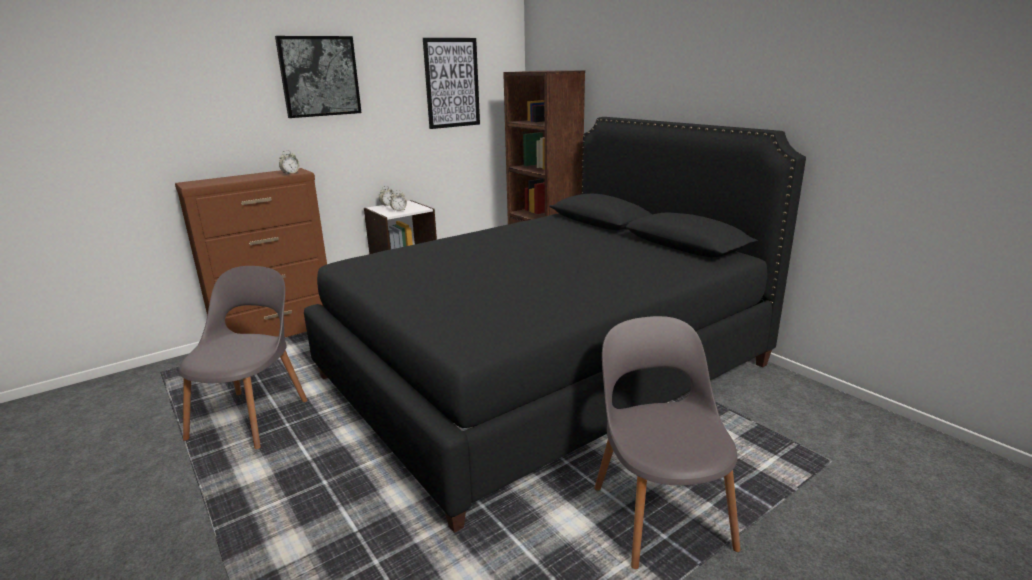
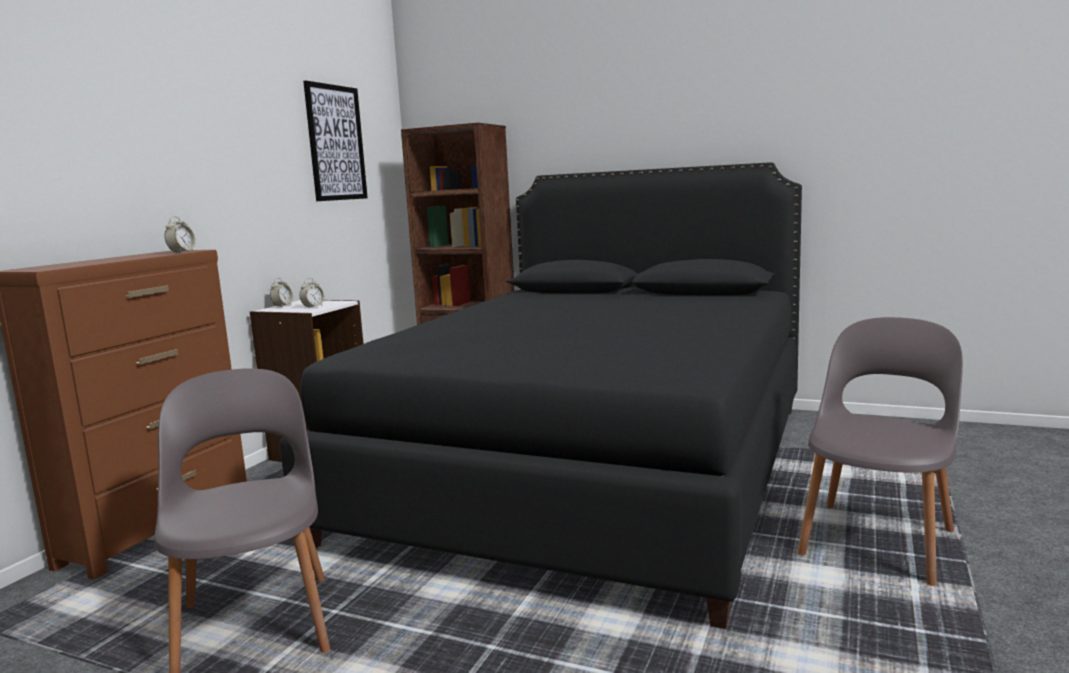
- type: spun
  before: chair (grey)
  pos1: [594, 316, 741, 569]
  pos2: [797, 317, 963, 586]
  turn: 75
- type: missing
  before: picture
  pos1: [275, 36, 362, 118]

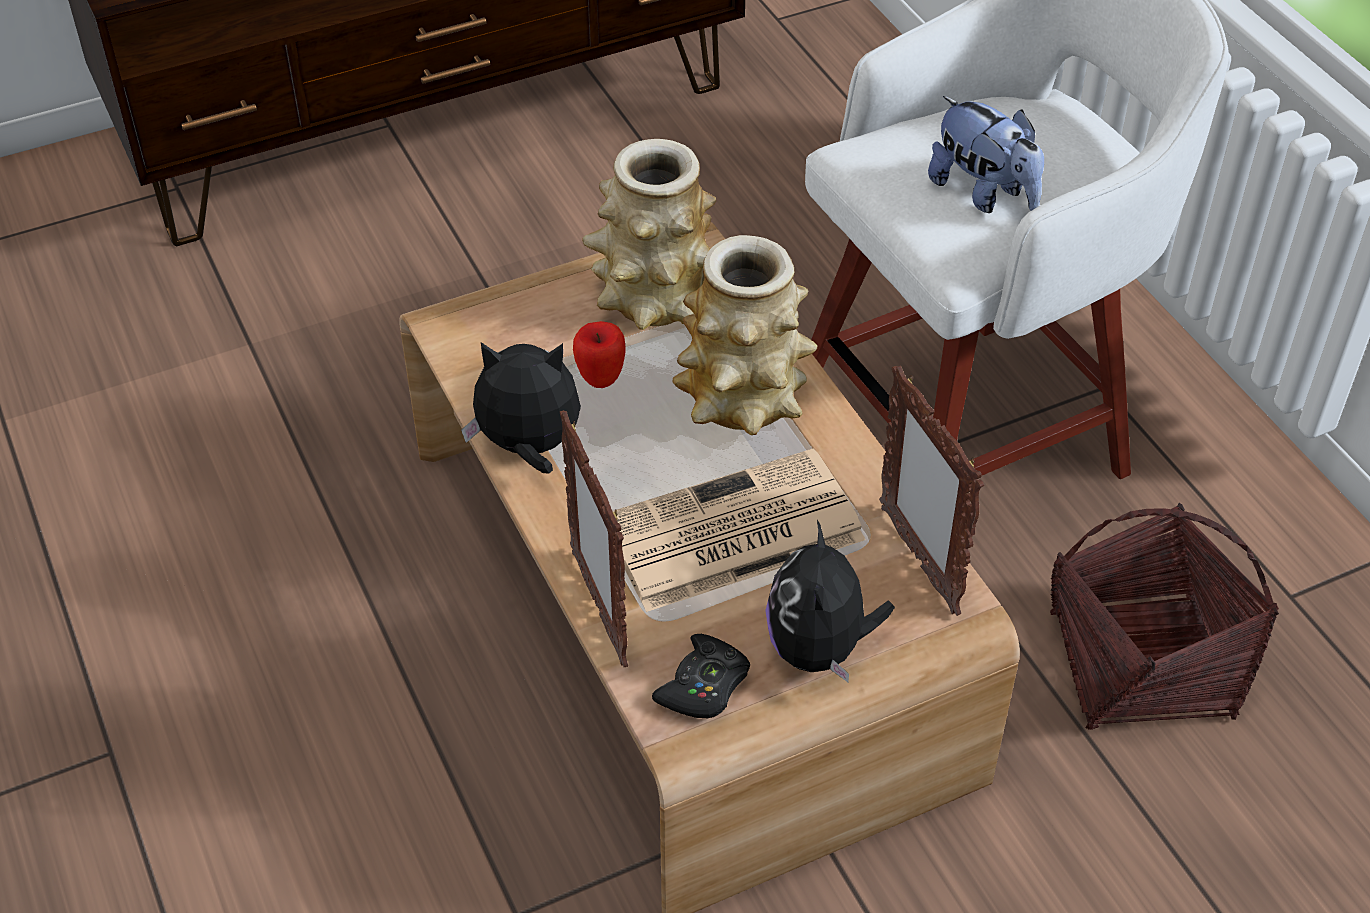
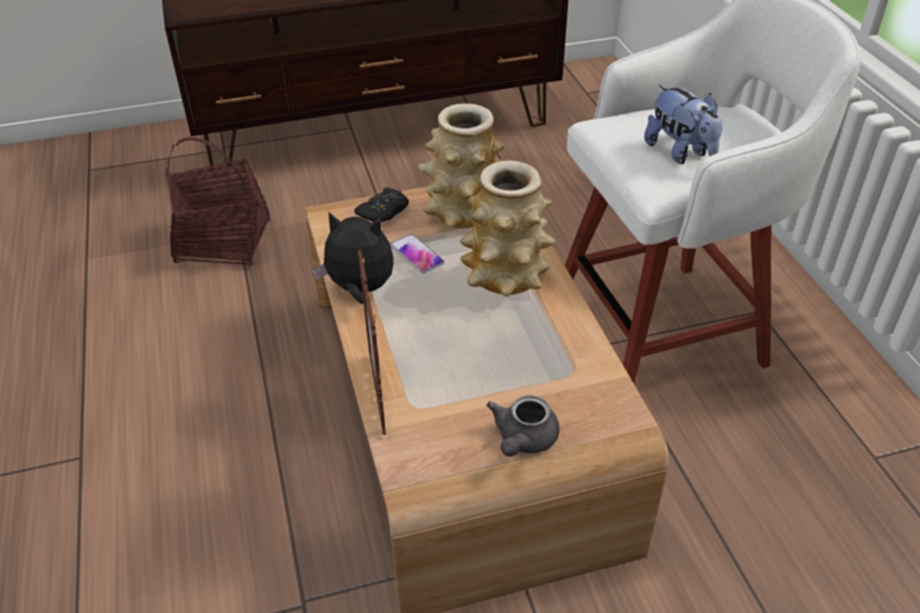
- type: relocated
  before: basket
  pos1: [1050, 503, 1279, 730]
  pos2: [165, 137, 270, 267]
- type: relocated
  before: game controller (black)
  pos1: [652, 634, 750, 718]
  pos2: [354, 188, 409, 222]
- type: exchanged
  before: apple
  after: phone
  pos1: [573, 321, 626, 388]
  pos2: [391, 234, 444, 273]
- type: exchanged
  before: plush toy
  after: teapot (grey)
  pos1: [765, 520, 895, 682]
  pos2: [487, 395, 560, 457]
- type: missing
  before: newspaper
  pos1: [613, 448, 865, 612]
- type: missing
  before: picture frame
  pos1: [879, 366, 984, 616]

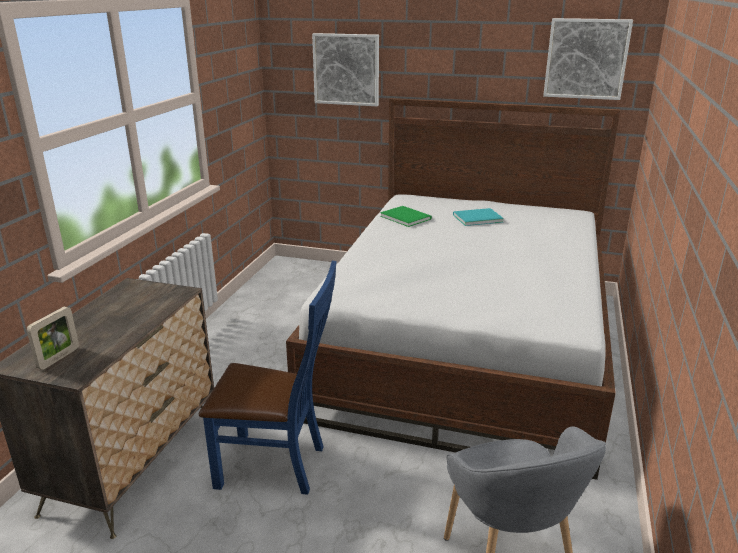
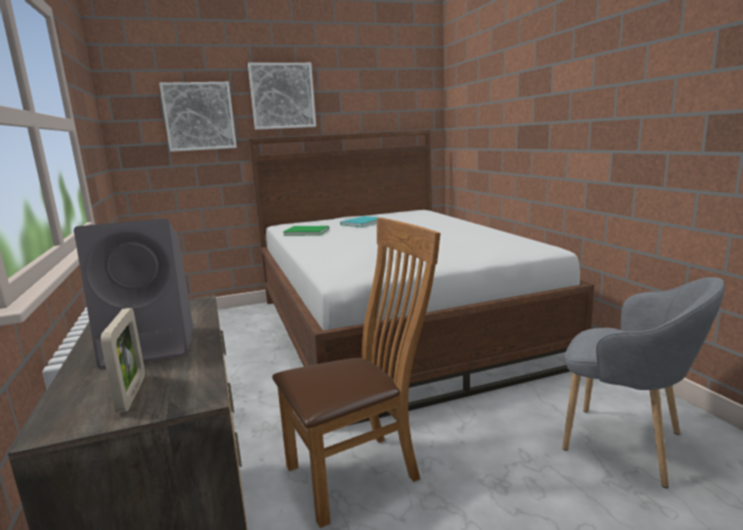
- type: appeared
  after: speaker (grey)
  pos2: [74, 219, 193, 369]
- type: relocated
  before: picture
  pos1: [543, 18, 633, 100]
  pos2: [248, 63, 316, 130]
- type: colour
  before: chair (blue)
  after: chair (brown)
  pos1: [199, 261, 337, 495]
  pos2: [272, 218, 441, 528]

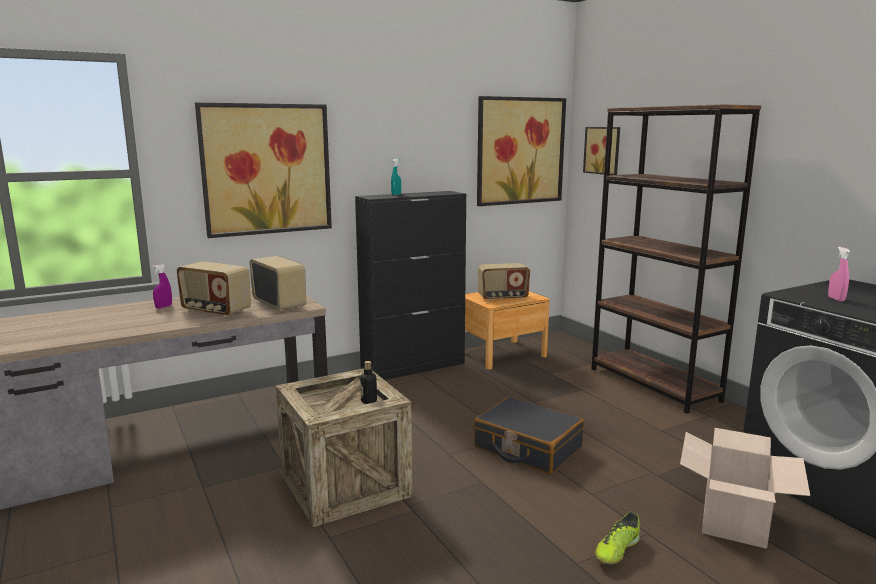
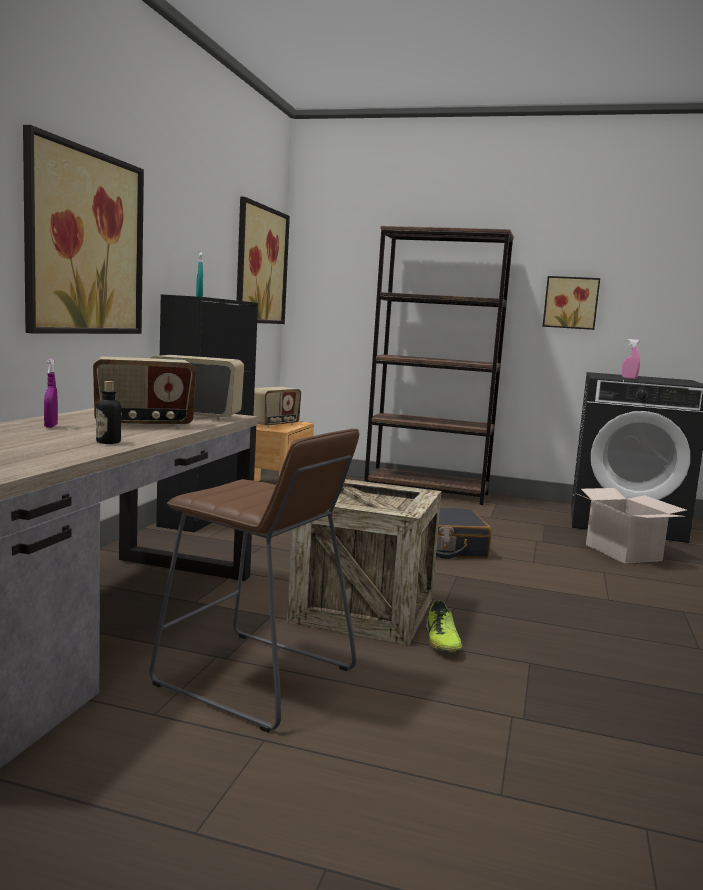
- type: relocated
  before: bottle
  pos1: [360, 361, 377, 404]
  pos2: [96, 381, 121, 444]
- type: appeared
  after: stool (brown)
  pos2: [149, 428, 359, 732]
- type: relocated
  before: shoe
  pos1: [595, 512, 640, 565]
  pos2: [426, 600, 462, 652]
- type: relocated
  before: picture
  pos1: [583, 127, 620, 175]
  pos2: [542, 276, 600, 330]

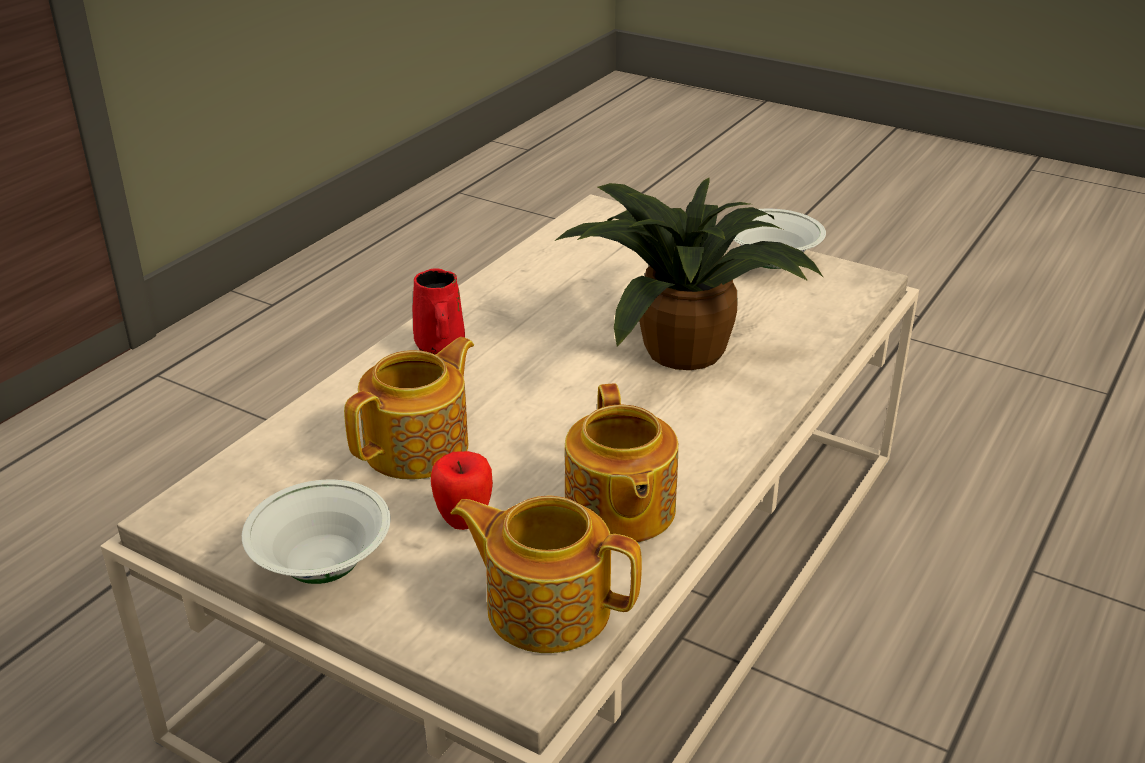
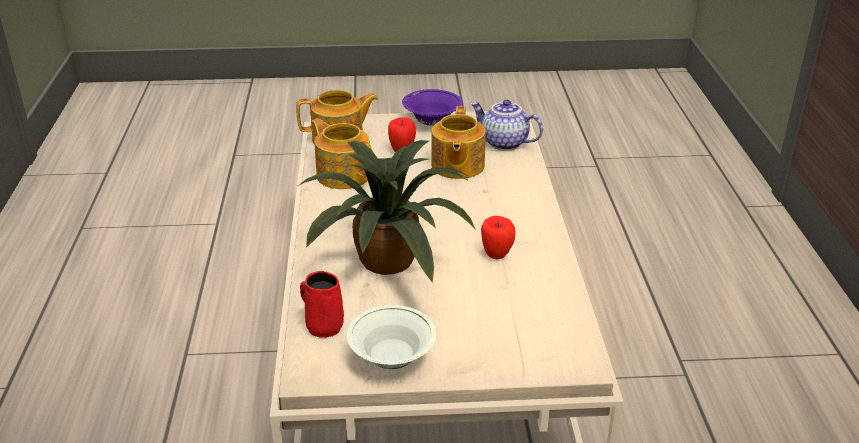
- type: relocated
  before: mug (red)
  pos1: [412, 268, 465, 355]
  pos2: [300, 271, 344, 338]
- type: colour
  before: bowl (white)
  after: bowl (purple)
  pos1: [242, 480, 391, 584]
  pos2: [402, 89, 463, 126]
- type: appeared
  after: teapot
  pos2: [470, 100, 543, 151]
- type: appeared
  after: apple
  pos2: [481, 216, 515, 259]

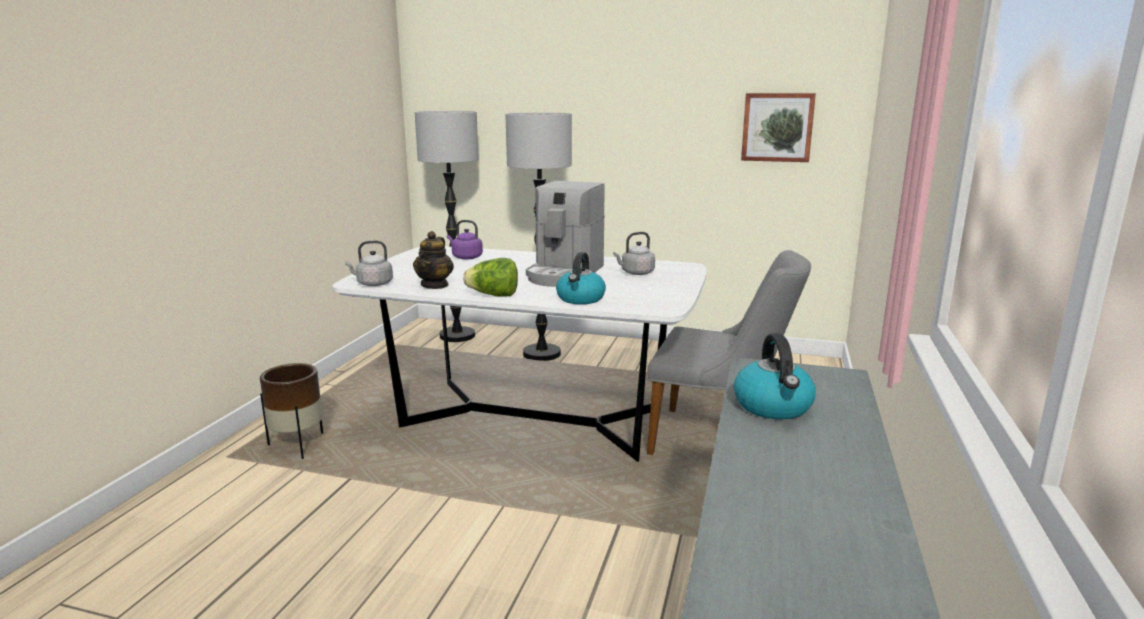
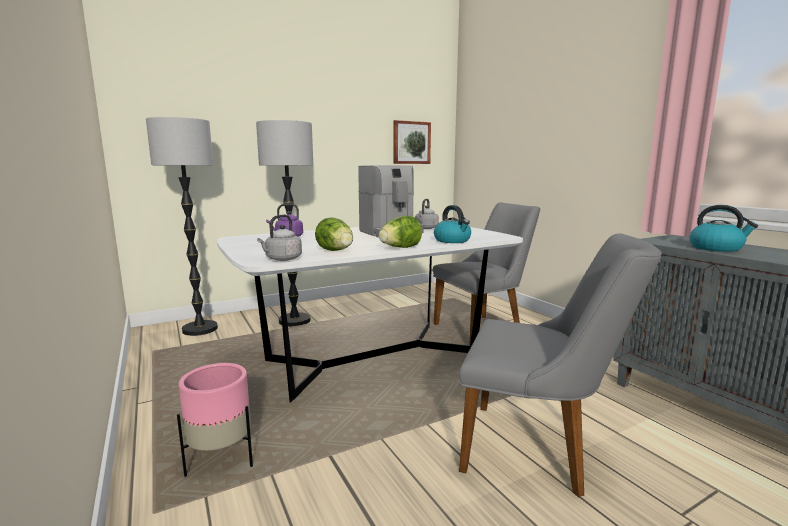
- type: colour
  before: planter (brown)
  after: planter (pink)
  pos1: [260, 363, 323, 459]
  pos2: [177, 363, 253, 477]
- type: exchanged
  before: teapot
  after: lettuce
  pos1: [413, 231, 454, 289]
  pos2: [315, 217, 353, 251]
- type: appeared
  after: chair (grey)
  pos2: [459, 233, 662, 497]

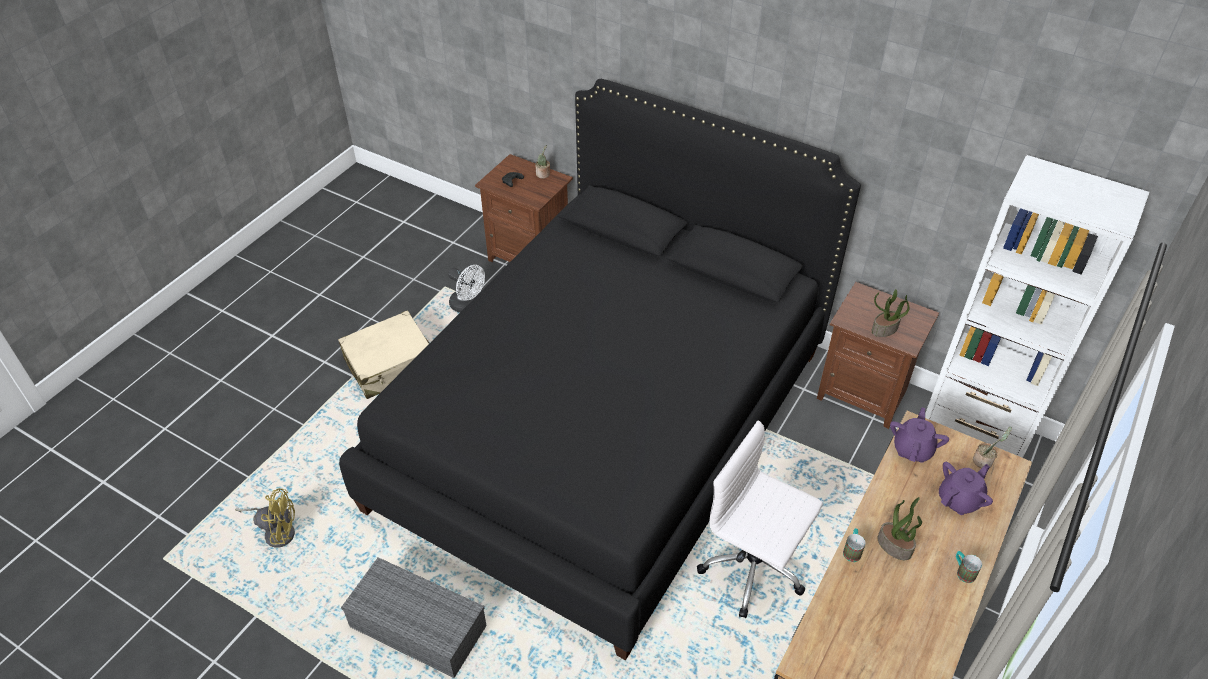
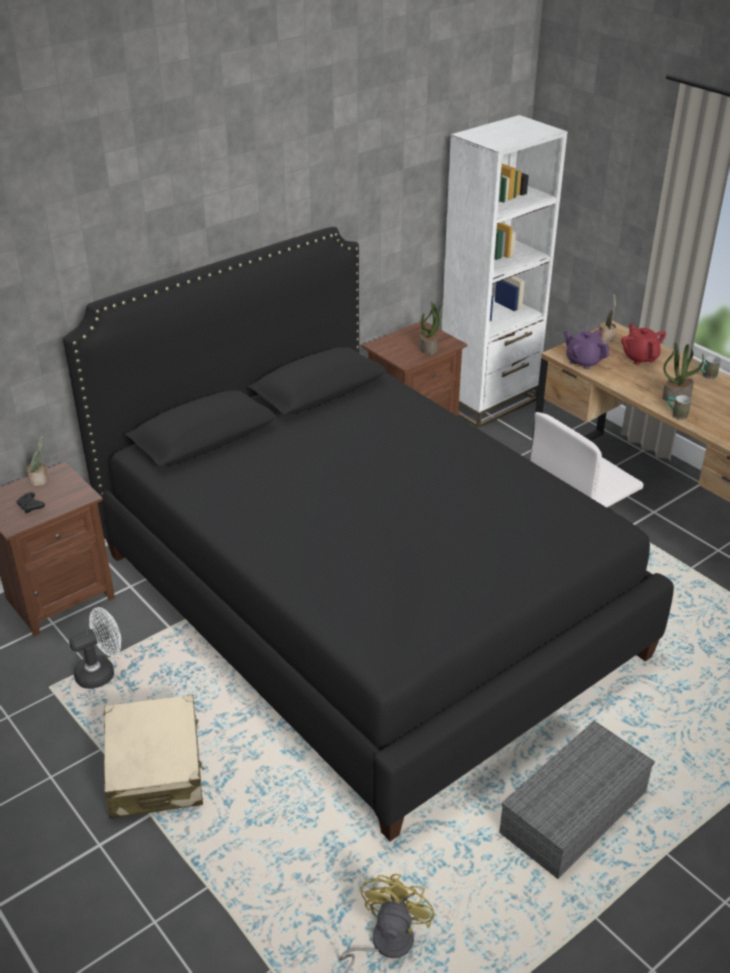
- type: colour
  before: teapot (purple)
  after: teapot (red)
  pos1: [939, 462, 993, 515]
  pos2: [621, 323, 666, 365]

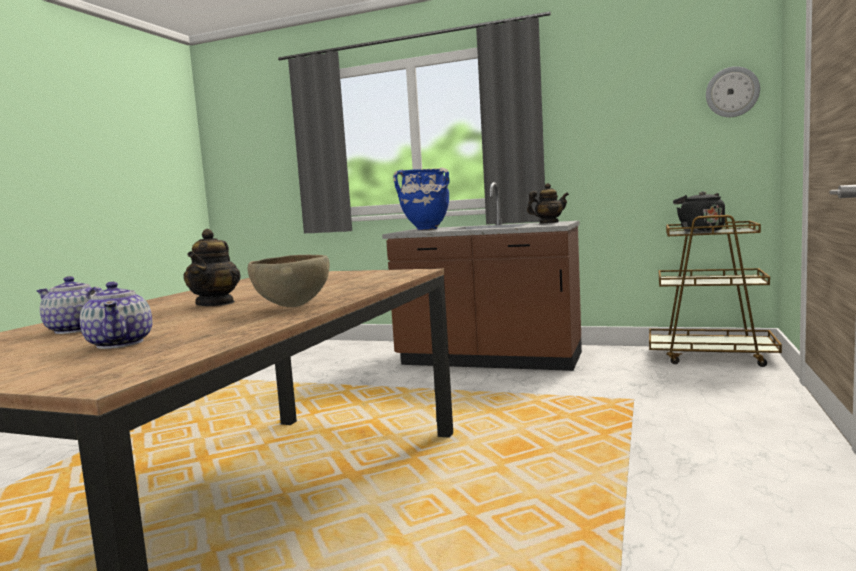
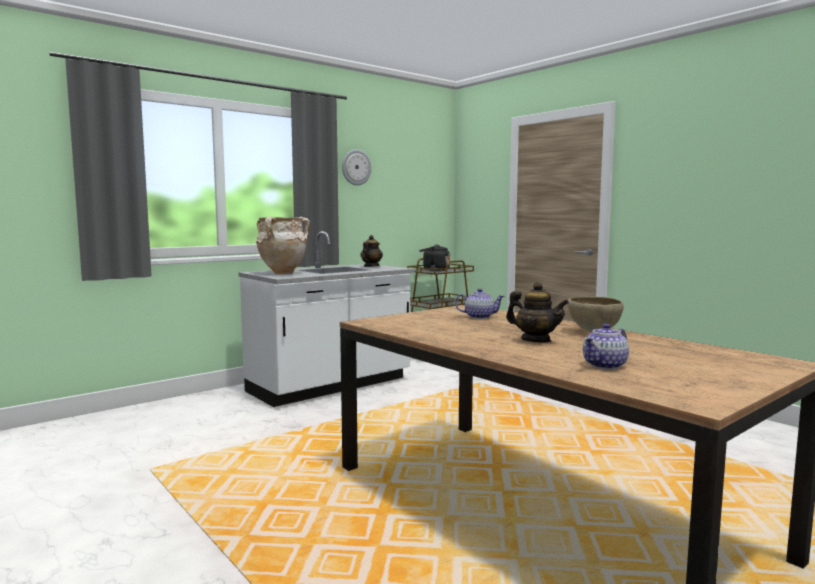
- type: colour
  before: counter (brown)
  after: counter (white)
  pos1: [382, 182, 582, 371]
  pos2: [238, 231, 415, 407]
- type: colour
  before: vase (blue)
  after: vase (beige)
  pos1: [393, 168, 449, 230]
  pos2: [256, 216, 310, 274]
- type: relocated
  before: wall clock
  pos1: [706, 66, 760, 117]
  pos2: [342, 149, 371, 186]
- type: relocated
  before: teapot
  pos1: [80, 282, 152, 349]
  pos2: [455, 288, 505, 319]

